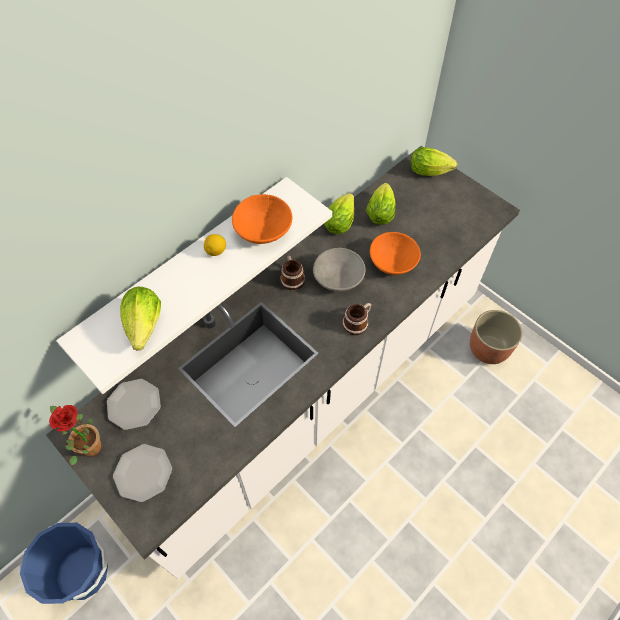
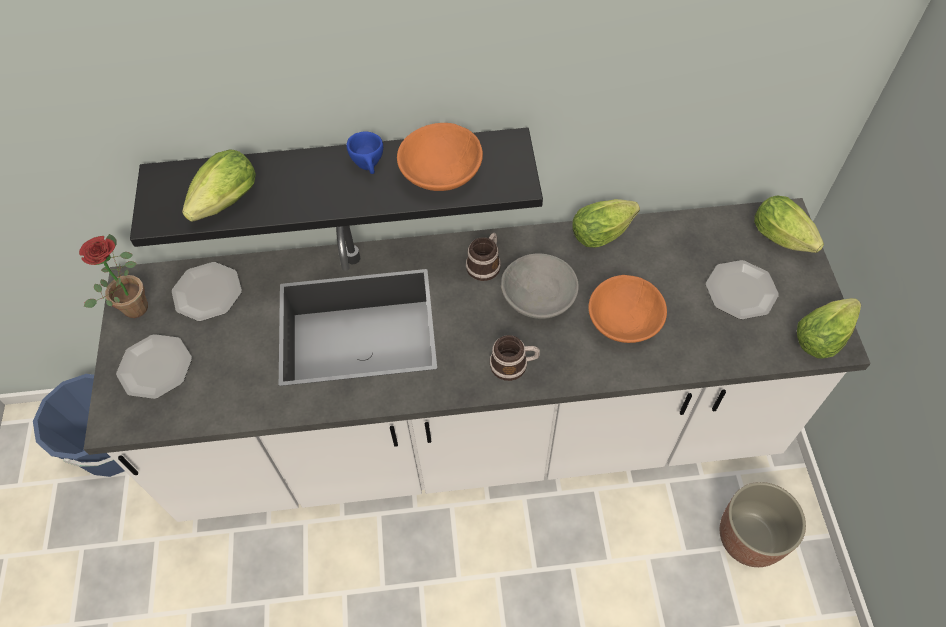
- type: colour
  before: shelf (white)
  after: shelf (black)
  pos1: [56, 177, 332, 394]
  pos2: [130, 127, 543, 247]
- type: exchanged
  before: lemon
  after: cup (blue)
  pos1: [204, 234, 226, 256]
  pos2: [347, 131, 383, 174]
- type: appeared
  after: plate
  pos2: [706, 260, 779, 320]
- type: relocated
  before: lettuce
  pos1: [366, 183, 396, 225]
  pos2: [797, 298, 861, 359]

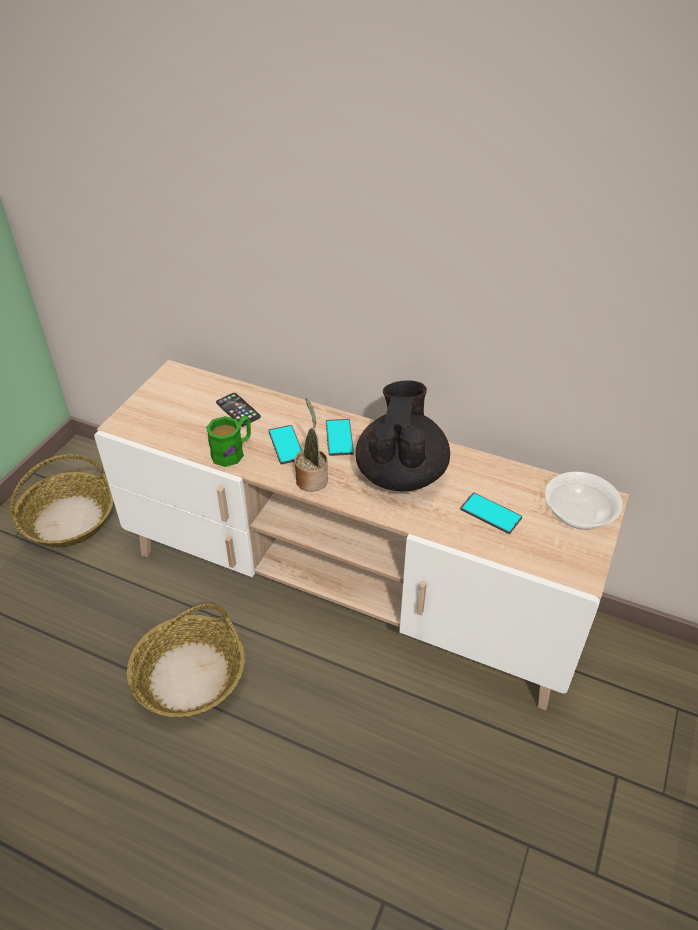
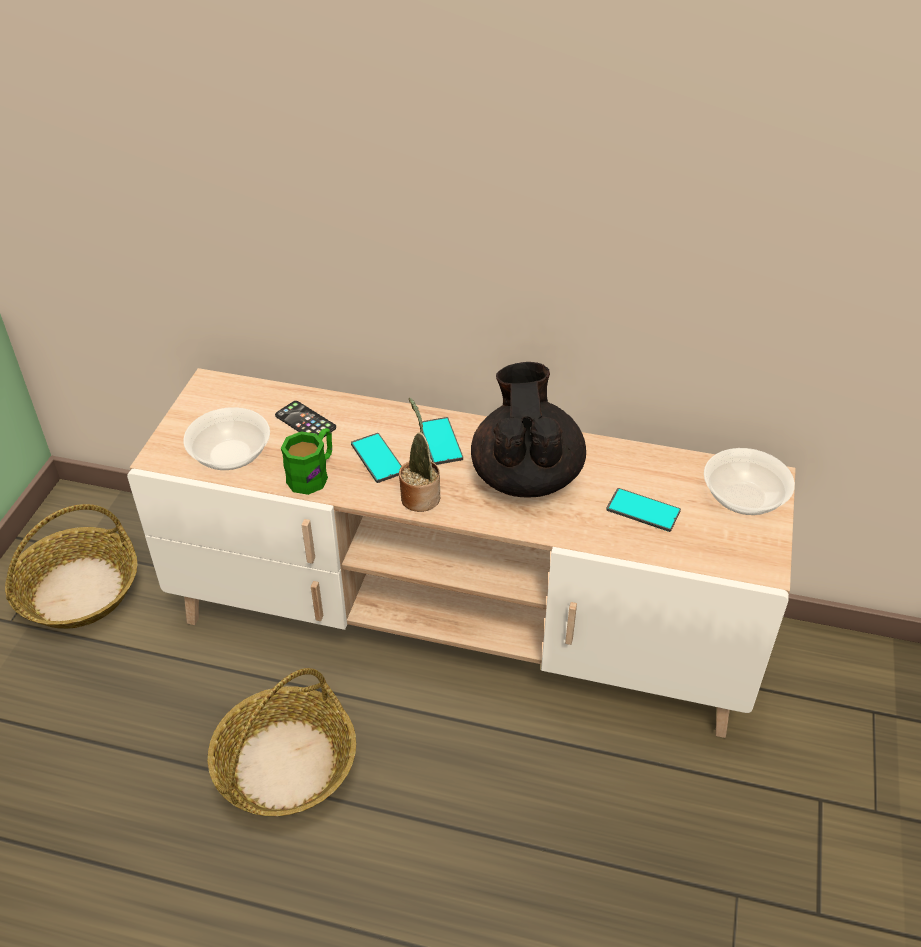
- type: appeared
  after: bowl
  pos2: [183, 407, 270, 470]

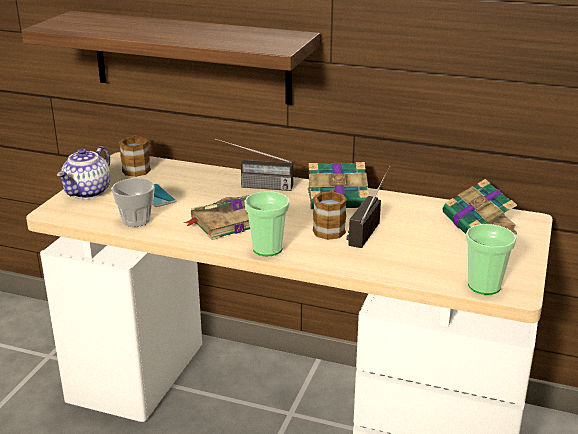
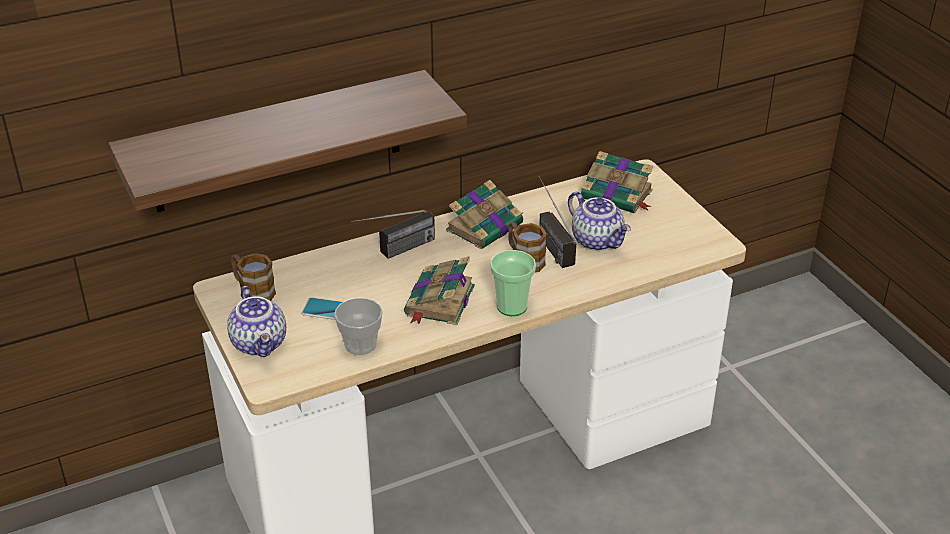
- type: appeared
  after: teapot
  pos2: [568, 192, 631, 251]
- type: missing
  before: cup
  pos1: [466, 224, 516, 295]

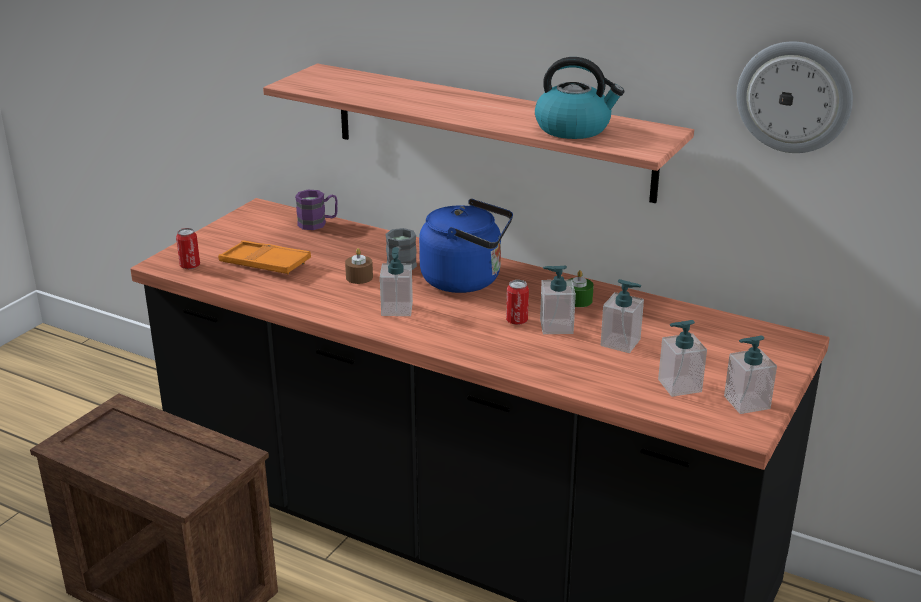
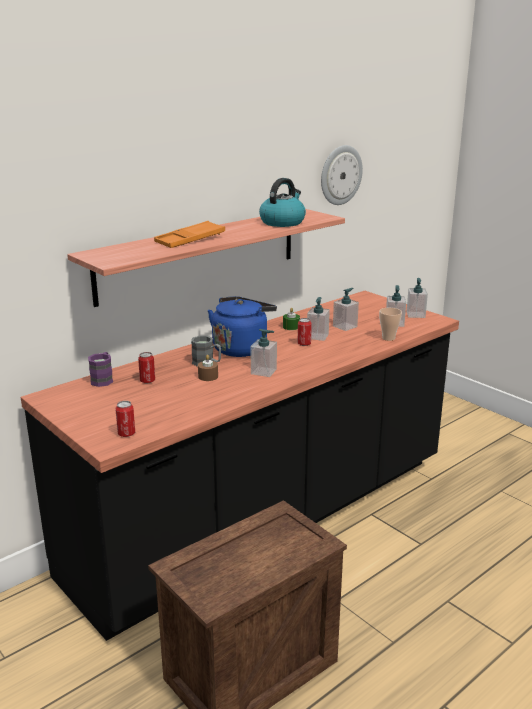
- type: appeared
  after: can
  pos2: [138, 352, 155, 384]
- type: relocated
  before: tray (orange)
  pos1: [218, 240, 311, 274]
  pos2: [154, 221, 225, 248]
- type: appeared
  after: cup
  pos2: [379, 308, 402, 341]

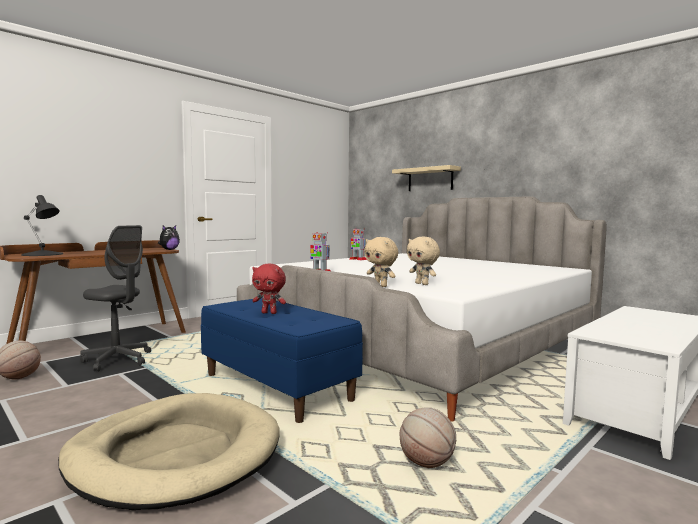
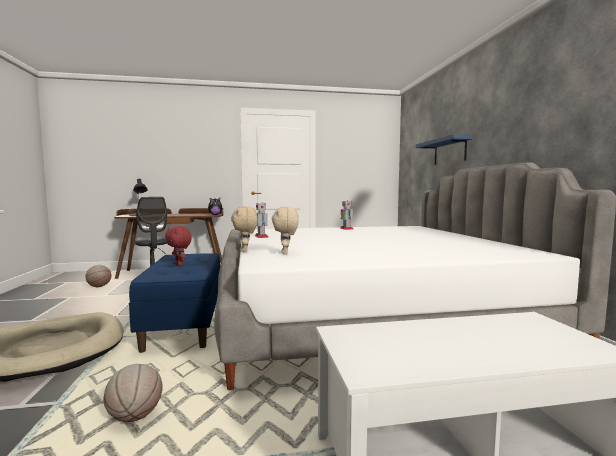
- type: colour
  before: shelf (beige)
  after: shelf (blue)
  pos1: [392, 165, 461, 191]
  pos2: [415, 134, 473, 165]

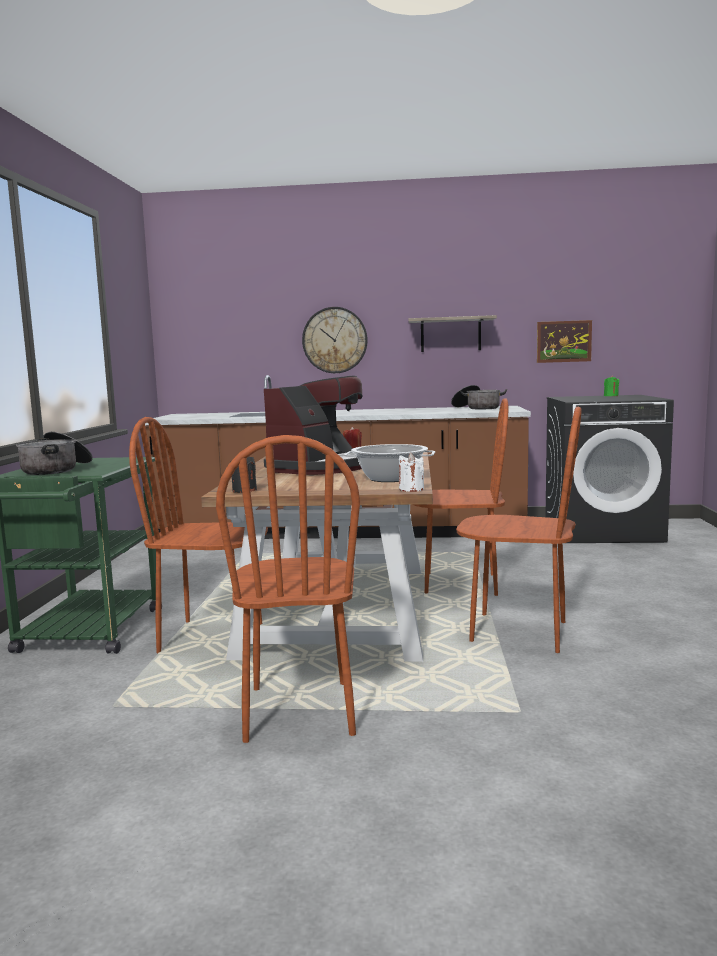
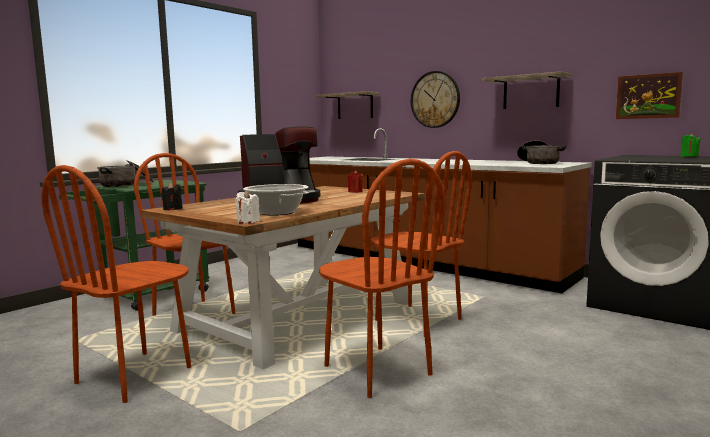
- type: appeared
  after: shelf
  pos2: [316, 91, 380, 119]

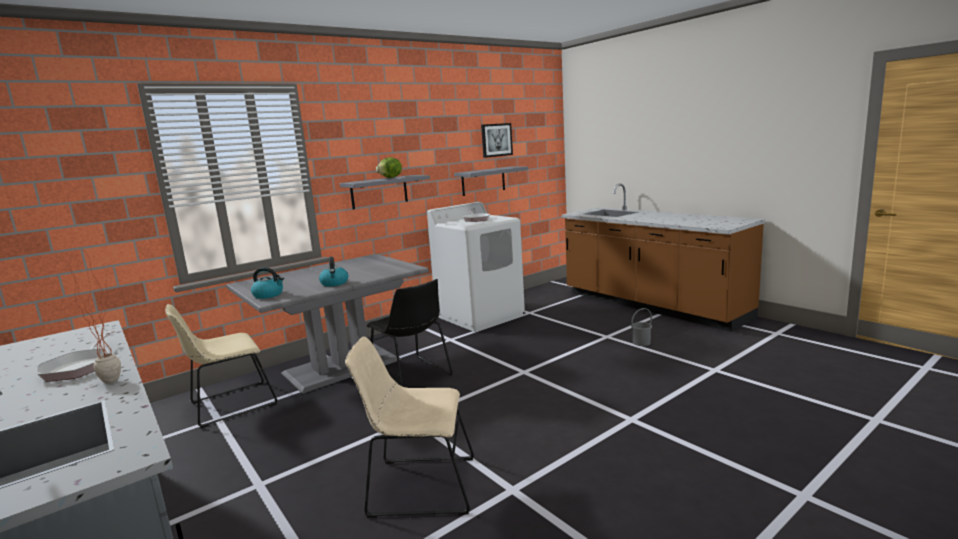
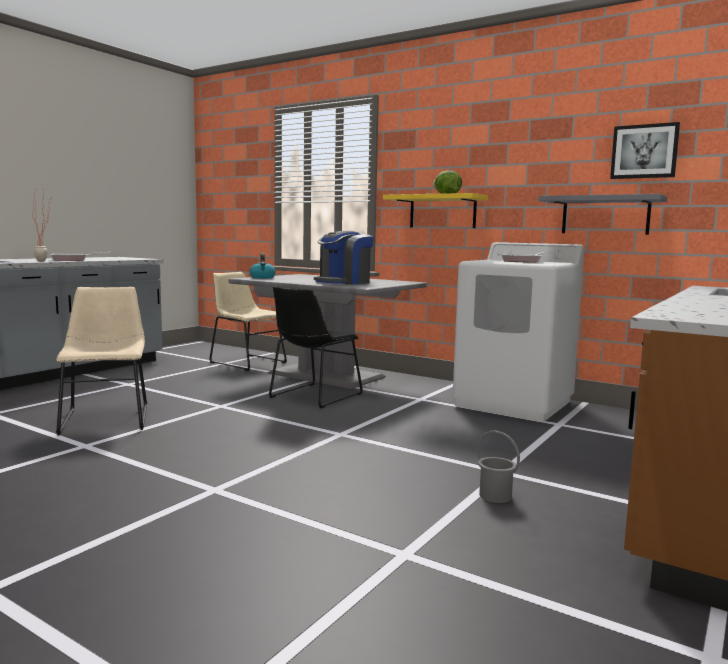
- type: appeared
  after: coffee machine
  pos2: [314, 231, 374, 285]
- type: colour
  before: shelf (grey)
  after: shelf (yellow)
  pos1: [340, 175, 430, 209]
  pos2: [383, 193, 488, 228]
- type: missing
  before: kettle
  pos1: [319, 257, 348, 286]

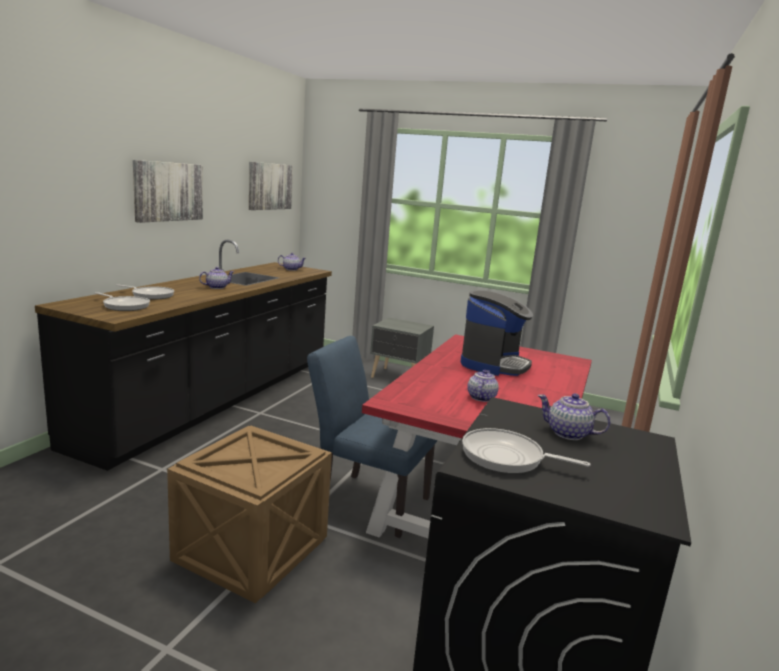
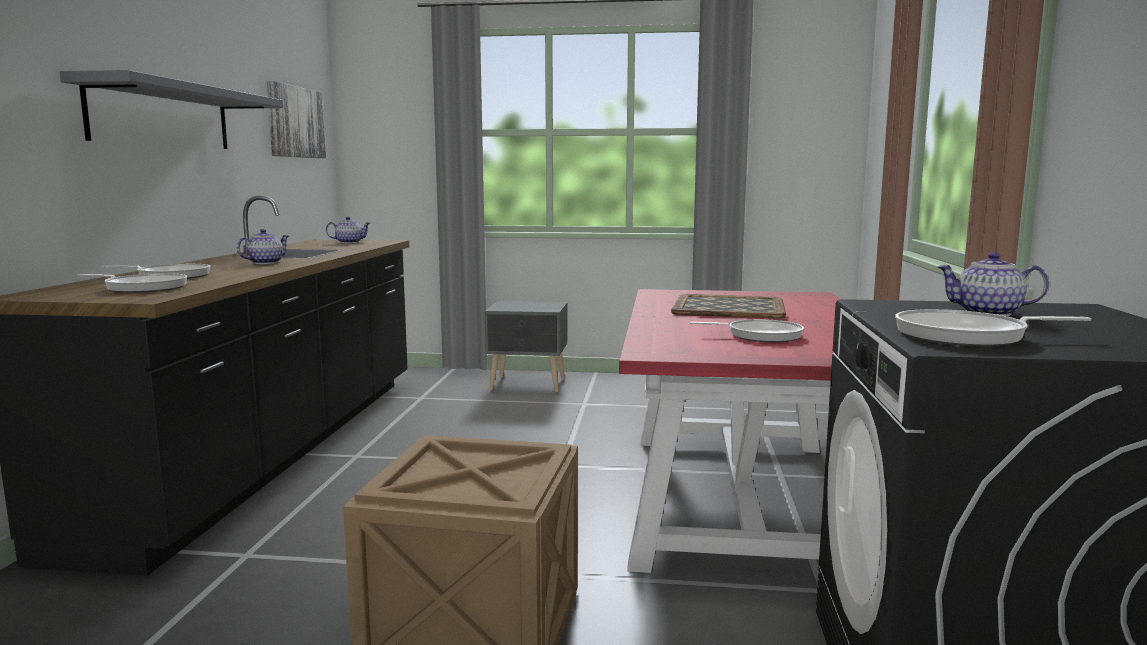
- type: exchanged
  before: picture
  after: shelf (grey)
  pos1: [133, 160, 203, 223]
  pos2: [60, 70, 283, 149]
- type: exchanged
  before: coffee machine
  after: tray
  pos1: [461, 290, 533, 376]
  pos2: [671, 294, 786, 319]
- type: exchanged
  before: teapot
  after: frying pan
  pos1: [467, 370, 499, 402]
  pos2: [690, 319, 804, 342]
- type: missing
  before: chair (blue)
  pos1: [307, 336, 437, 538]

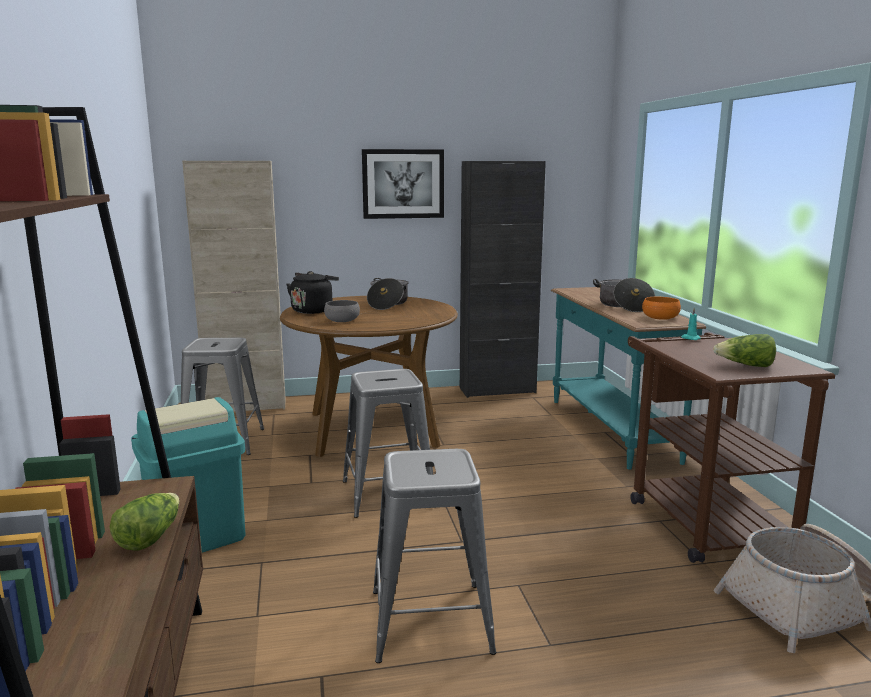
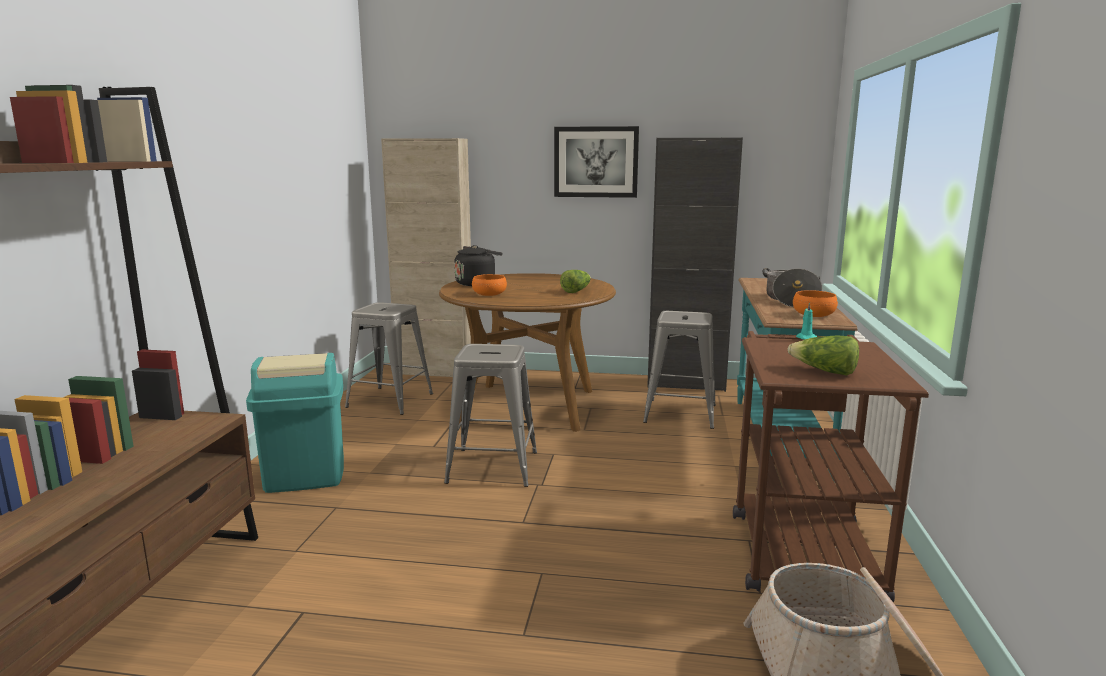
- type: colour
  before: bowl (grey)
  after: bowl (orange)
  pos1: [324, 300, 360, 322]
  pos2: [472, 274, 507, 296]
- type: relocated
  before: lettuce
  pos1: [110, 493, 180, 551]
  pos2: [560, 270, 591, 293]
- type: relocated
  before: stool (grey)
  pos1: [373, 449, 496, 663]
  pos2: [643, 311, 716, 429]
- type: missing
  before: cooking pot
  pos1: [367, 278, 409, 310]

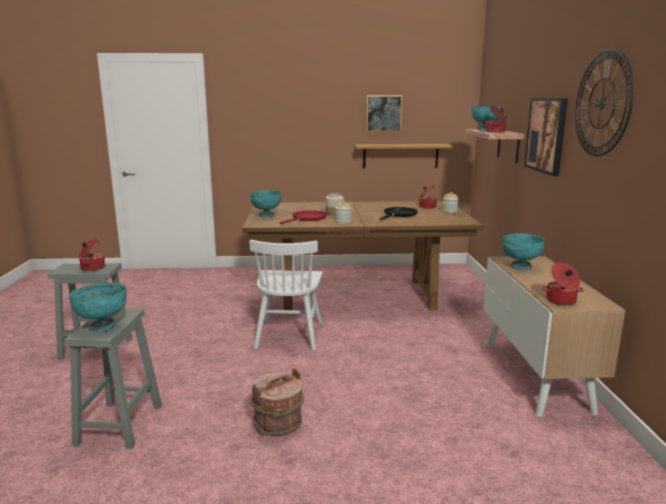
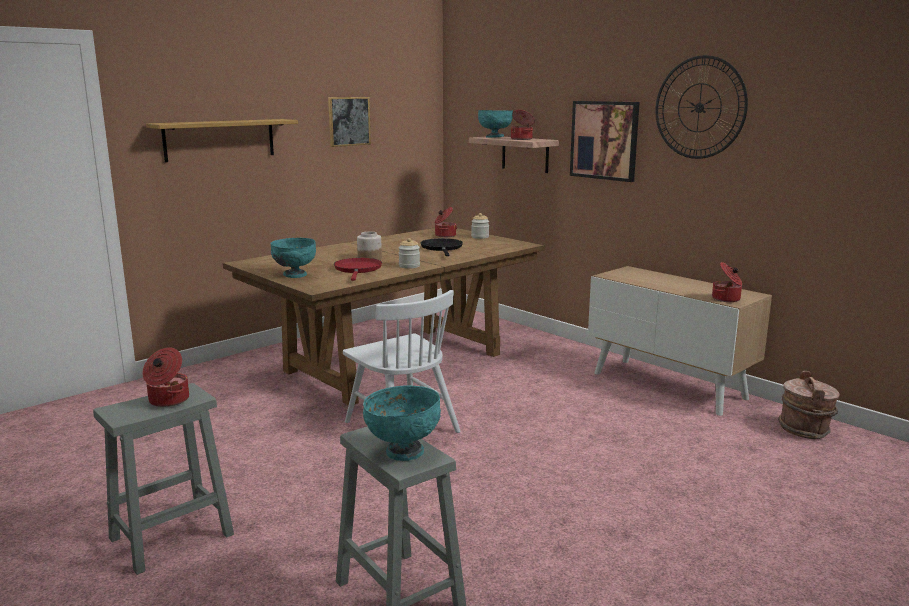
- type: relocated
  before: shelf
  pos1: [355, 144, 453, 168]
  pos2: [146, 119, 298, 162]
- type: relocated
  before: bucket (brown)
  pos1: [251, 368, 304, 437]
  pos2: [778, 371, 840, 439]
- type: missing
  before: bowl (turquoise)
  pos1: [503, 233, 544, 270]

